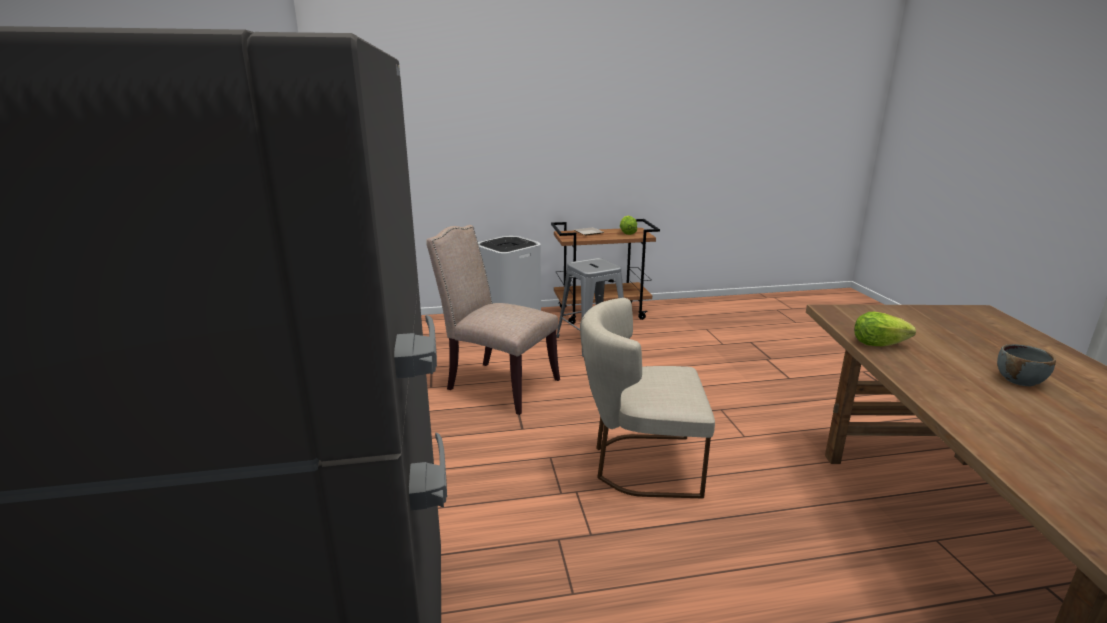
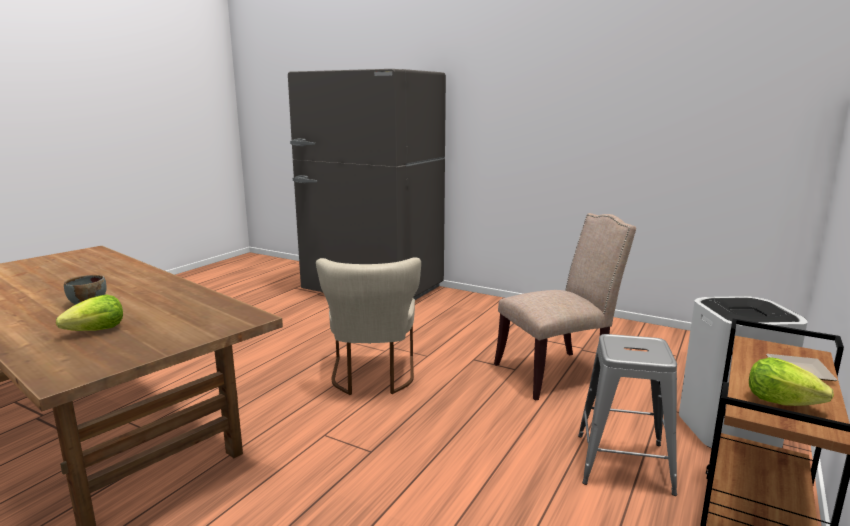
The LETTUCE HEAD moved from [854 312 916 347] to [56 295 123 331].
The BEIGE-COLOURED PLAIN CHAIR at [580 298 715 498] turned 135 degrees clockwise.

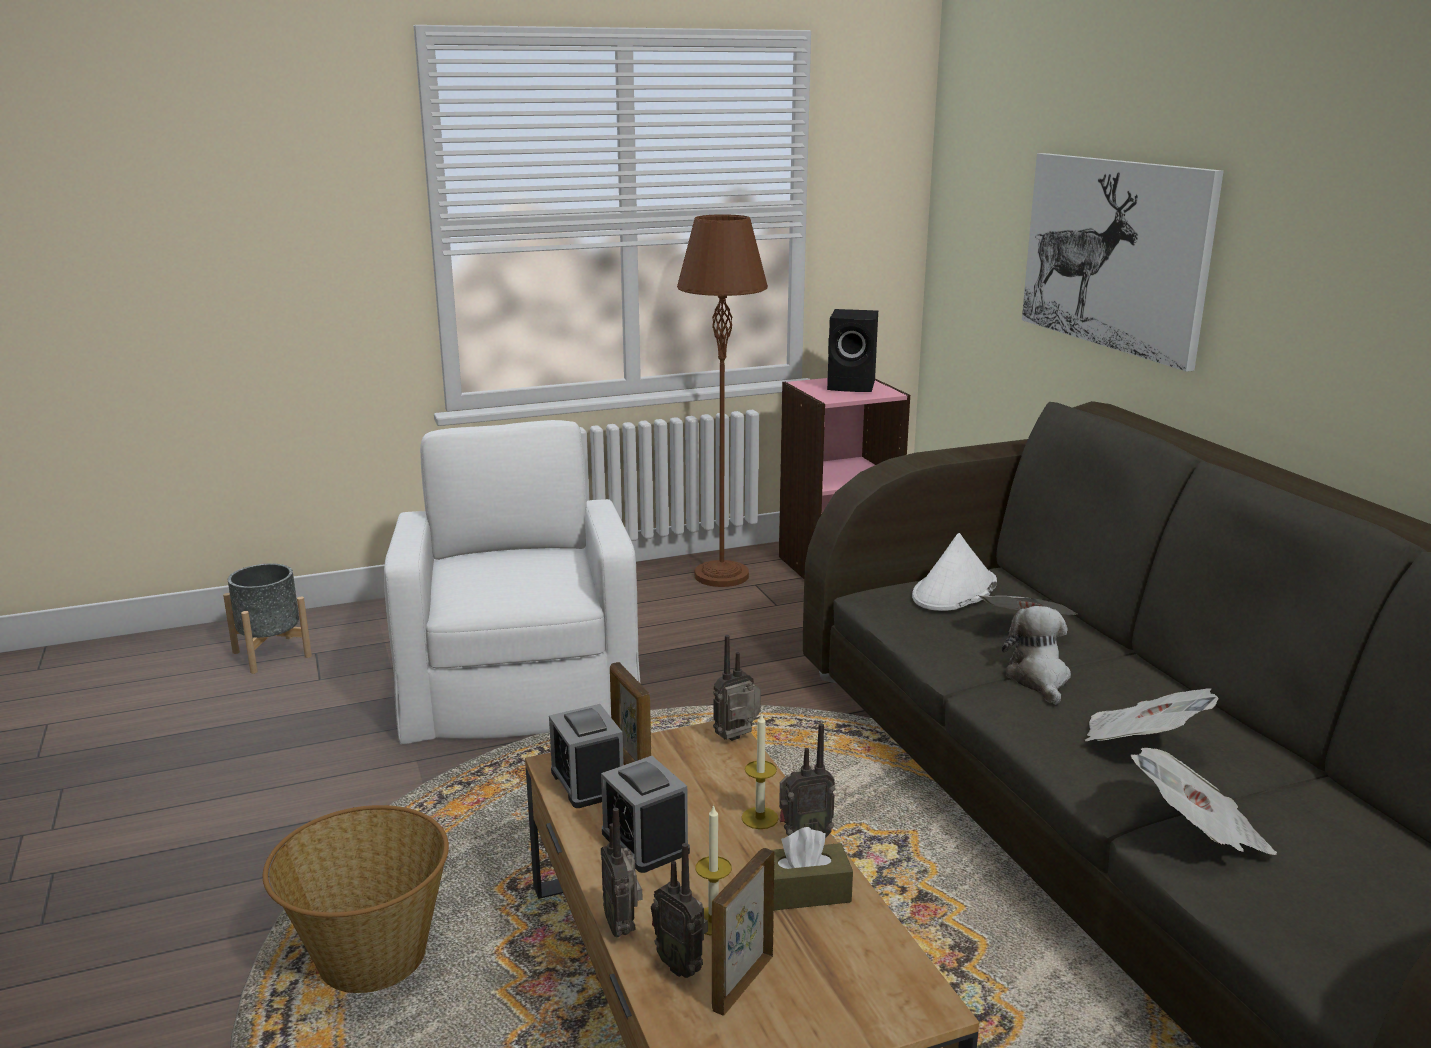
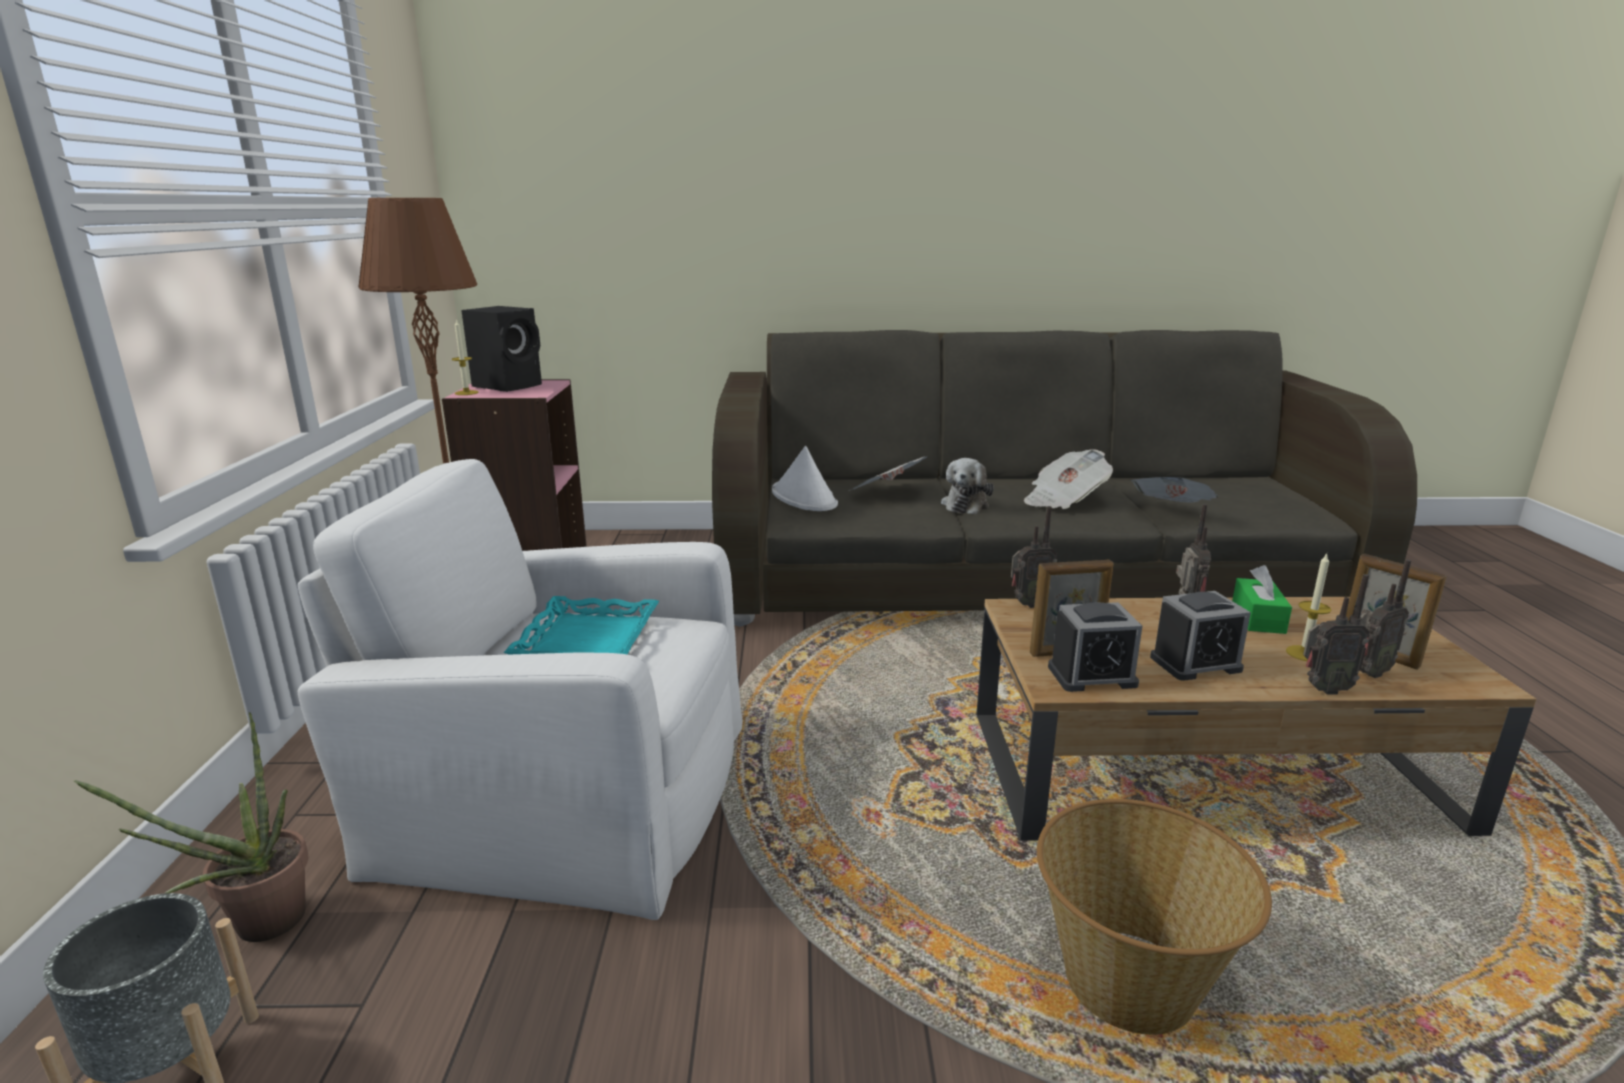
The HOUSEPLANT at [73 712 309 942] appeared.
The WAX LIGHT moved from [741 712 779 829] to [452 319 478 395].
The TURQUOISE-COLOURED CARRYING TRAY at [504 596 659 654] appeared.
The PLUSH TOY at [1002 606 1071 705] turned 90 degrees counterclockwise.
The RADIO SET at [713 635 761 741] turned 90 degrees counterclockwise.
The BROWNISH BOX OF TISSUES at [758 827 853 910] became the GREENISH BOX OF TISSUES at [1232 565 1292 634].
The PICTURE at [1022 153 1224 372] disappeared.

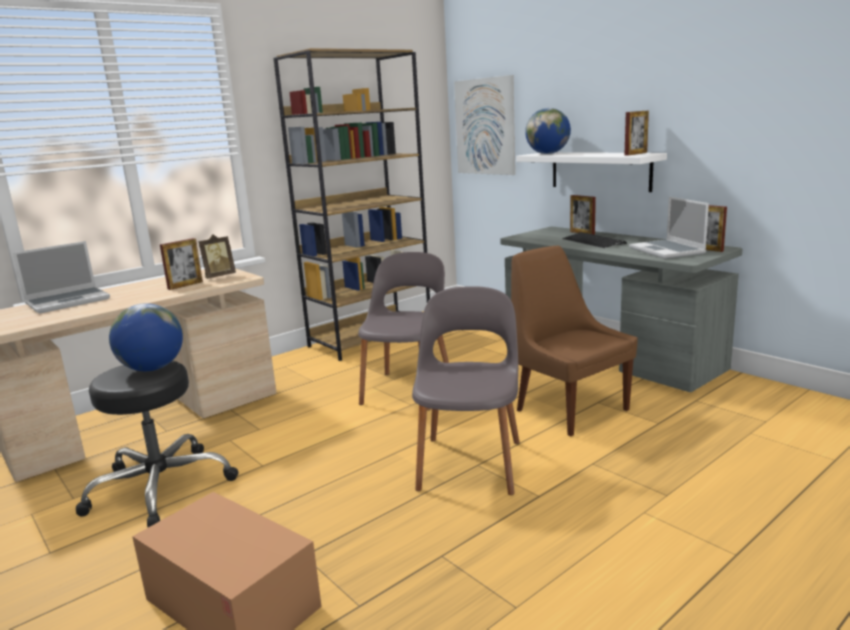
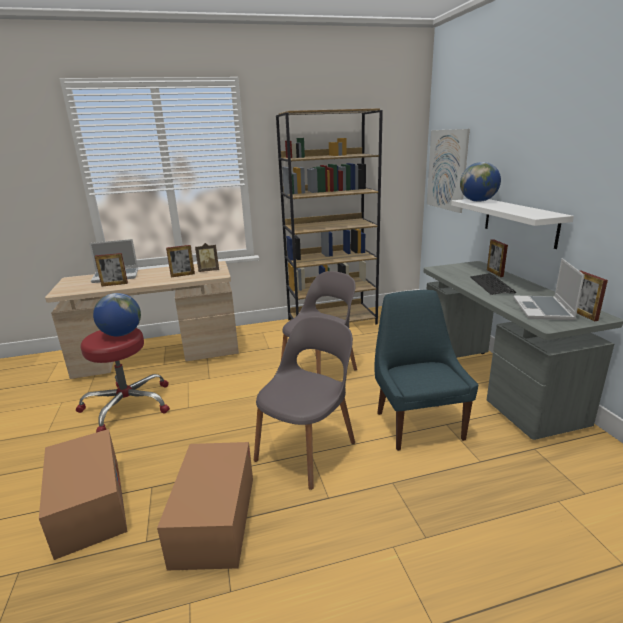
The BLACK-COLOURED STOOL SEAT at [76 361 239 527] became the RED STOOL SEAT at [76 328 170 433].
The STANDING FRAME moved from [625 111 649 156] to [95 253 128 287].
The CARTON at [157 442 253 570] appeared.
The BROWNISH PLAIN CHAIR at [511 246 638 436] became the BLUISH PLAIN CHAIR at [374 290 479 451].

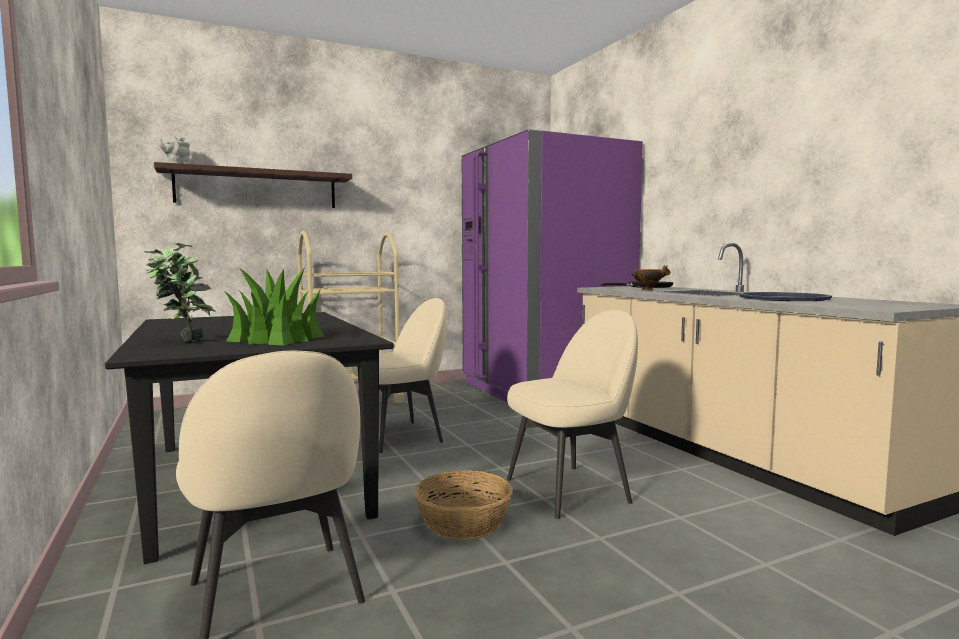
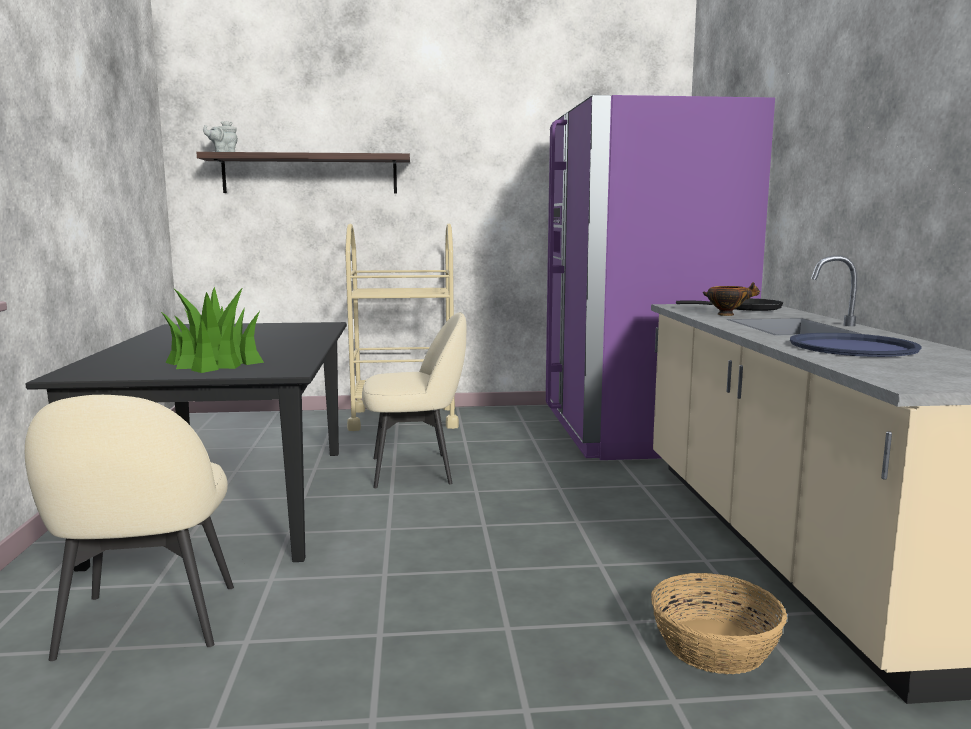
The HOUSEHOLD BASKET moved from [415 470 513 540] to [651 573 787 674].
The HOUSEPLANT at [144 243 215 342] disappeared.
The BEIGE-COLOURED PLAIN CHAIR at [507 310 638 519] disappeared.

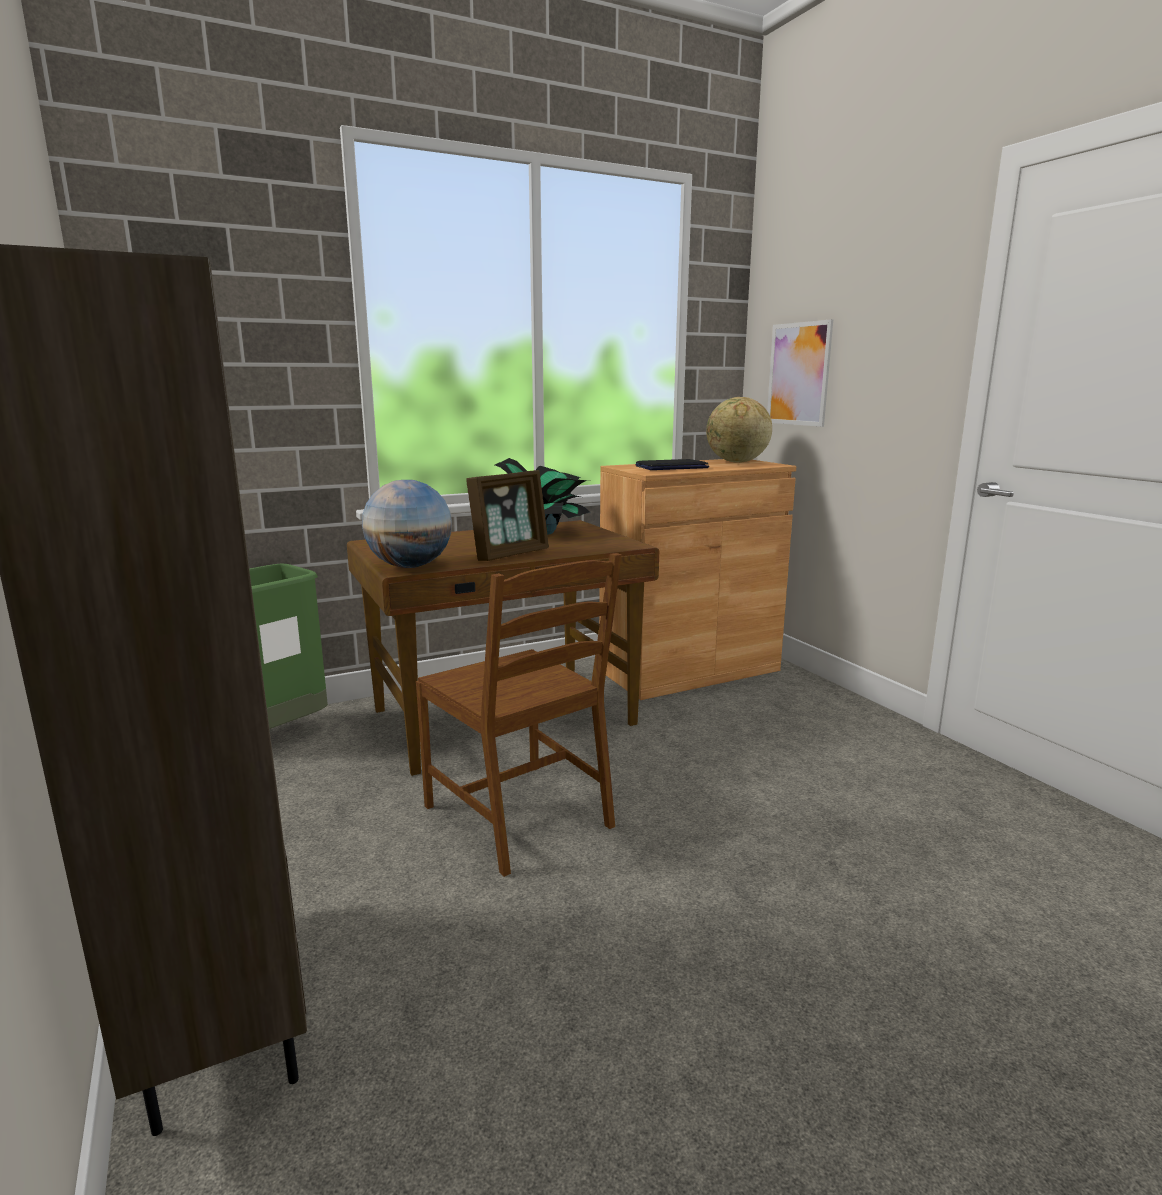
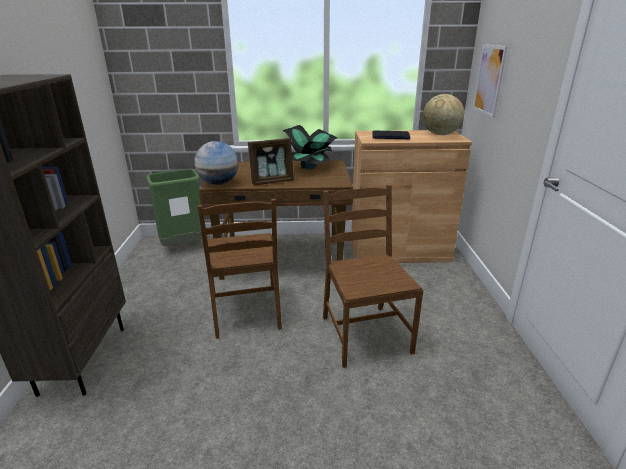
The BROWNISH PLAIN CHAIR at [323 184 423 368] appeared.

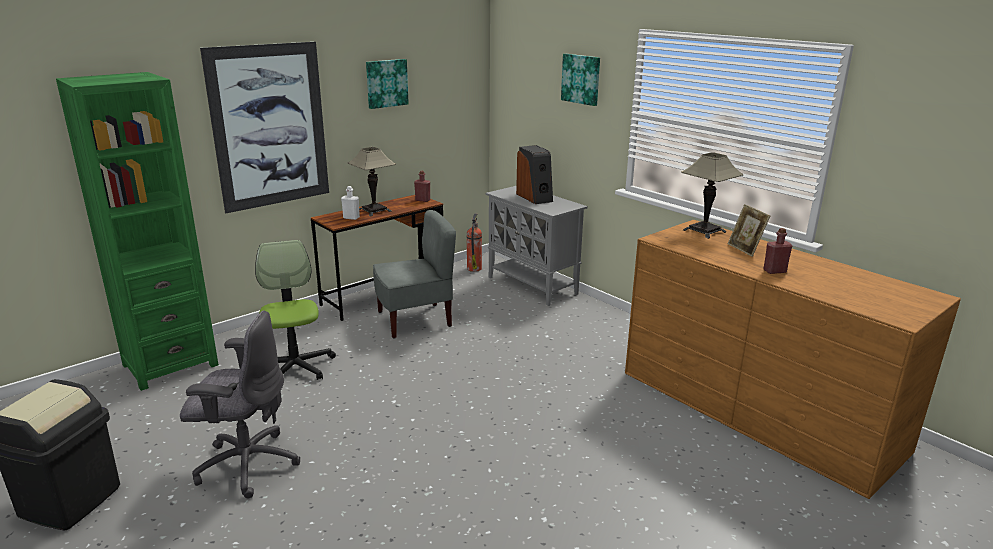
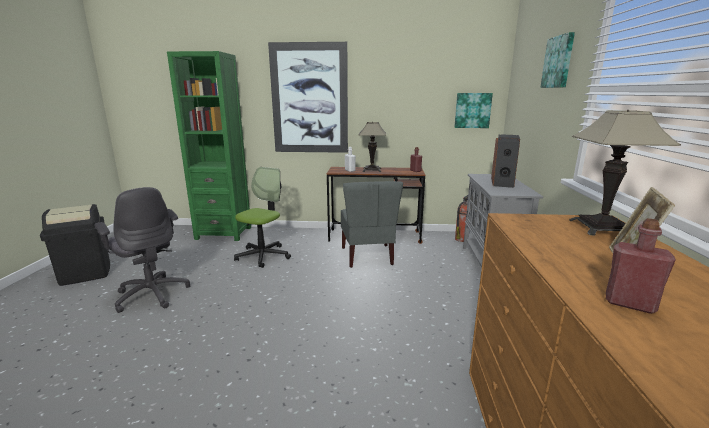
The GRAY PLAIN CHAIR at [373 210 456 339] turned 60 degrees clockwise.
The PICTURE moved from [366 59 409 109] to [454 93 493 128].

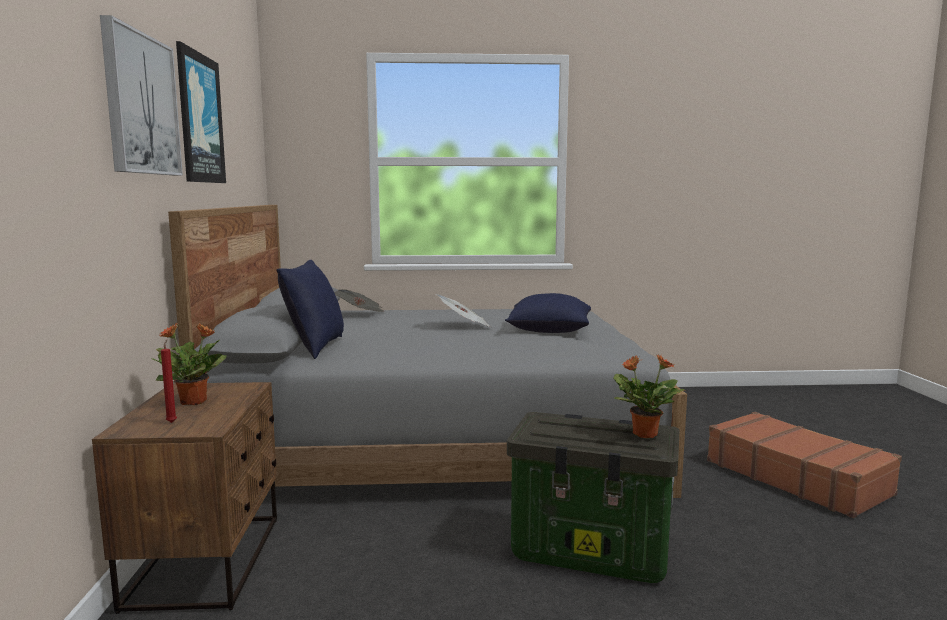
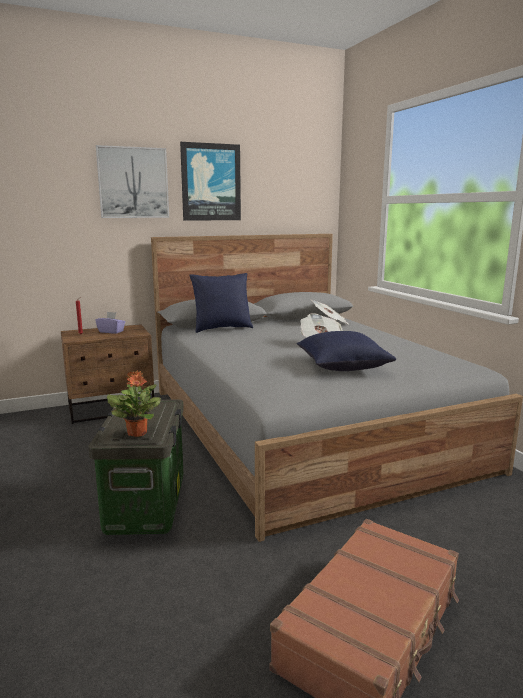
The HOUSEPLANT at [151 323 227 405] was replaced by the PURPLE BOX OF TISSUES at [95 312 125 334].

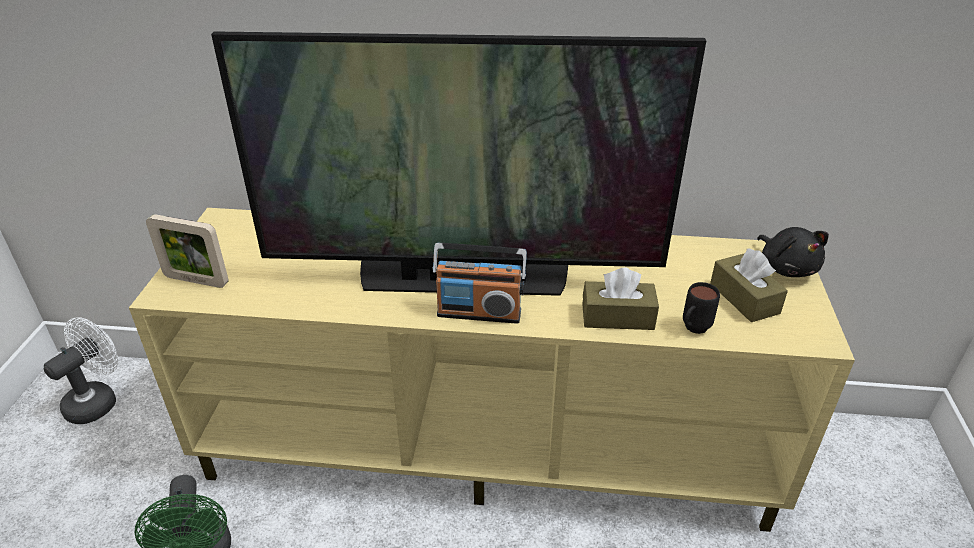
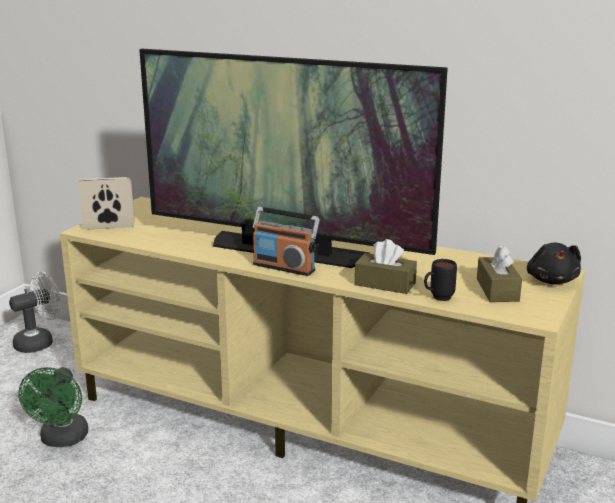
The STANDING FRAME at [146 214 229 288] turned 135 degrees clockwise.

